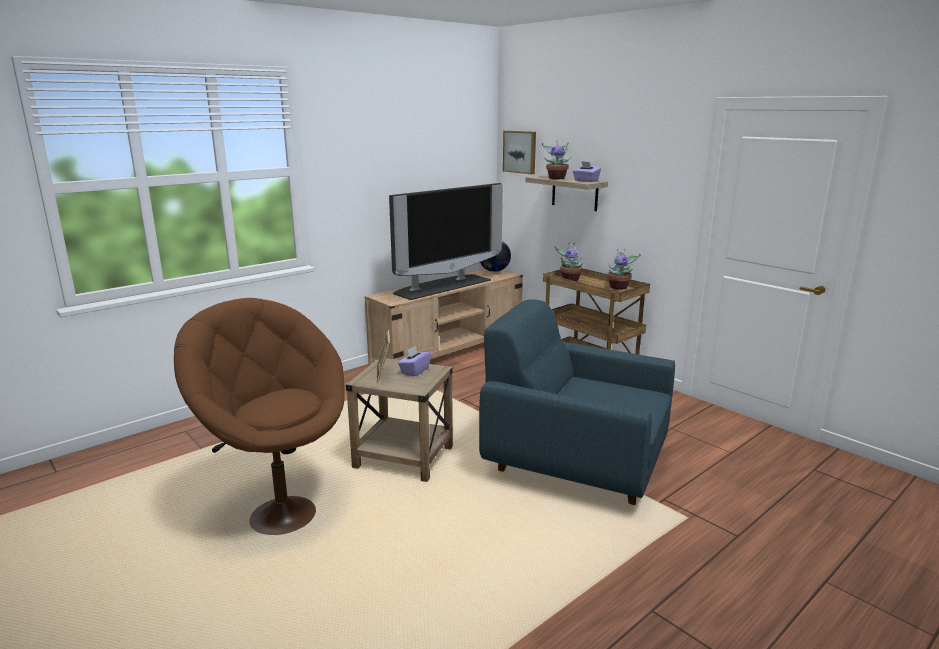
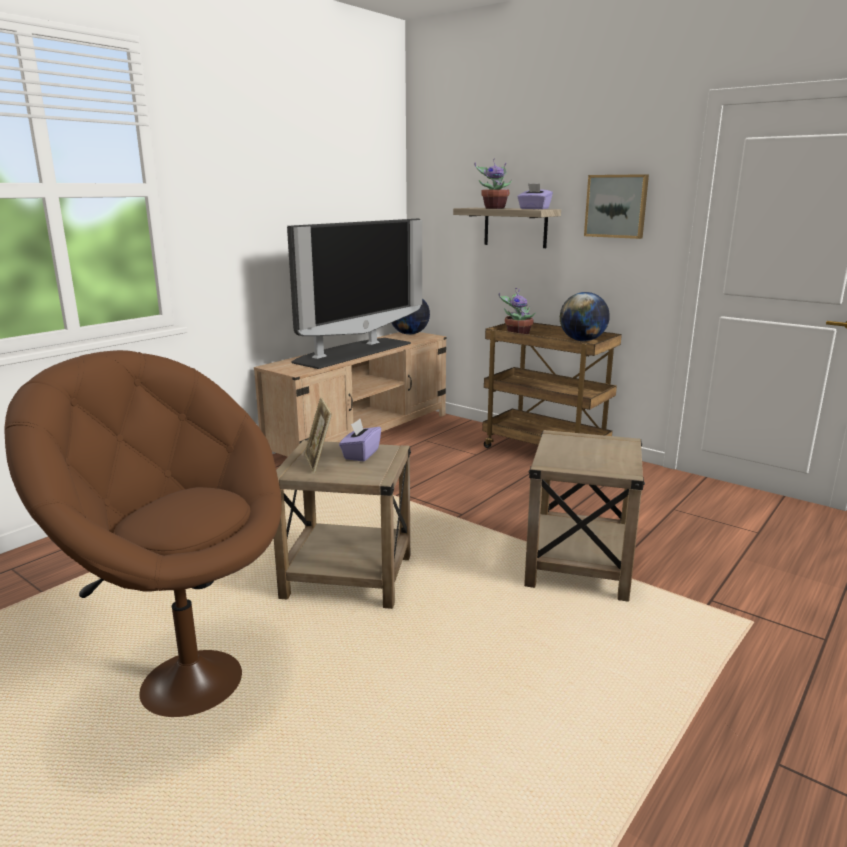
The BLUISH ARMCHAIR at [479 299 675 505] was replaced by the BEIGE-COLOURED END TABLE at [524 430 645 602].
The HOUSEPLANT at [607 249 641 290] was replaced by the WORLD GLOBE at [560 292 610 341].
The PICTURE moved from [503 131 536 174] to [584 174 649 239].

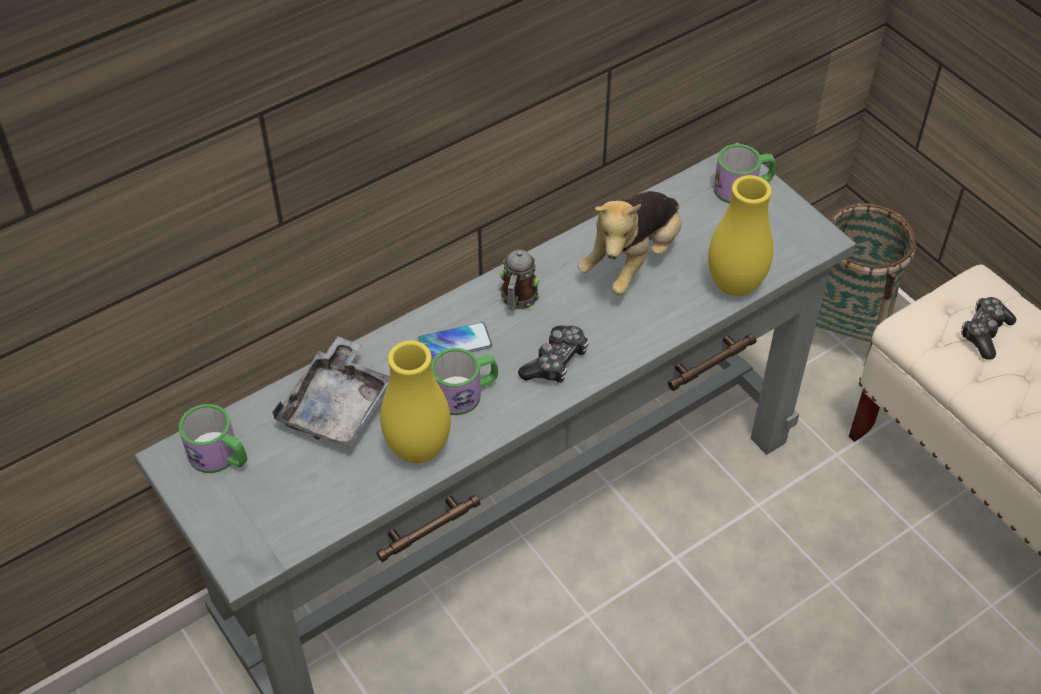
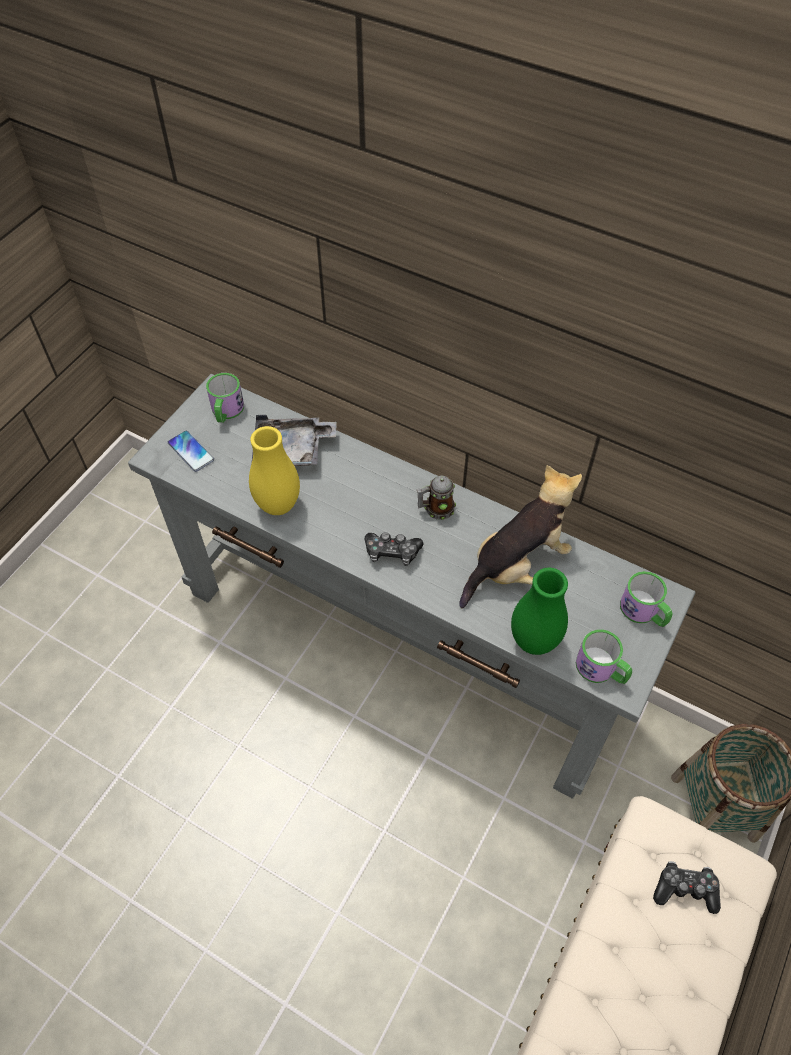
The HANDSET moved from [418 322 492 361] to [168 431 214 472].
The PLUSH TOY at [578 191 682 295] turned 135 degrees clockwise.
The YELLOW VASE at [708 175 773 296] became the GREENISH VASE at [511 568 568 655].
The COFFEE MUG moved from [431 348 498 415] to [576 629 632 684].

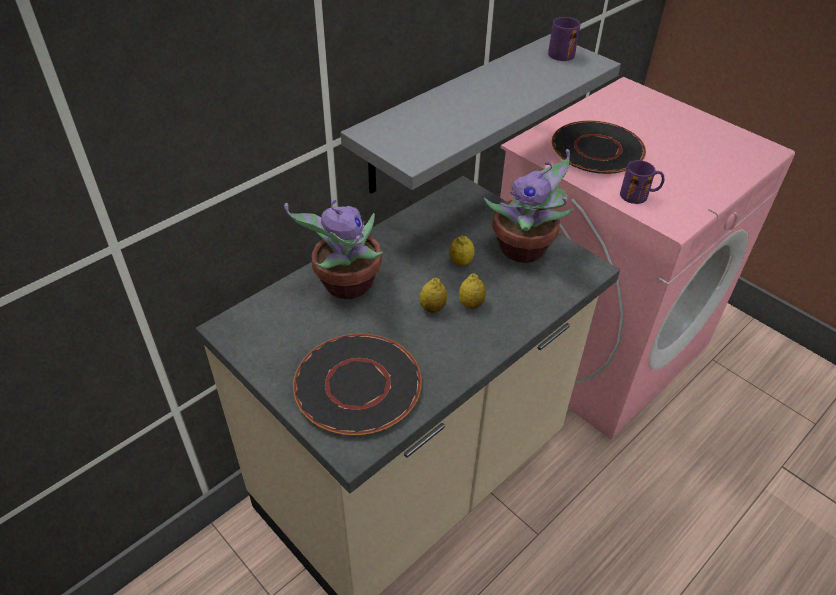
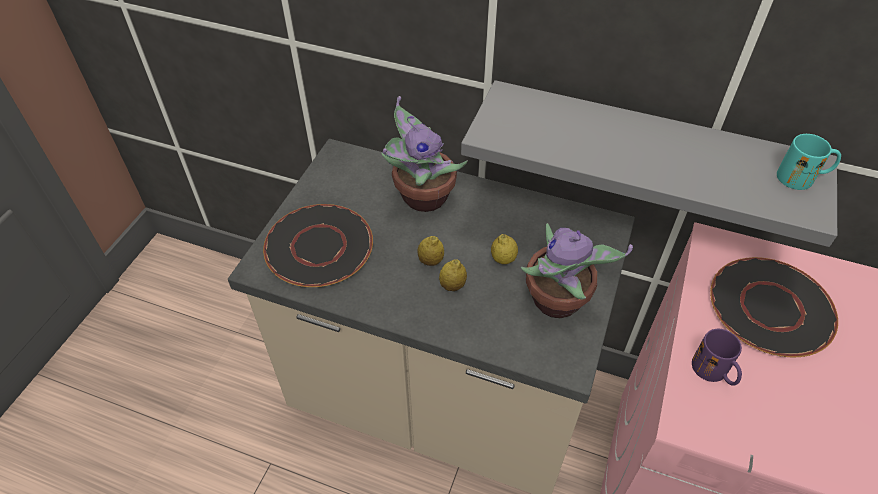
The PURPLE COFFEE MUG at [548 17 580 61] became the TURQUOISE-COLOURED COFFEE MUG at [777 134 841 190].

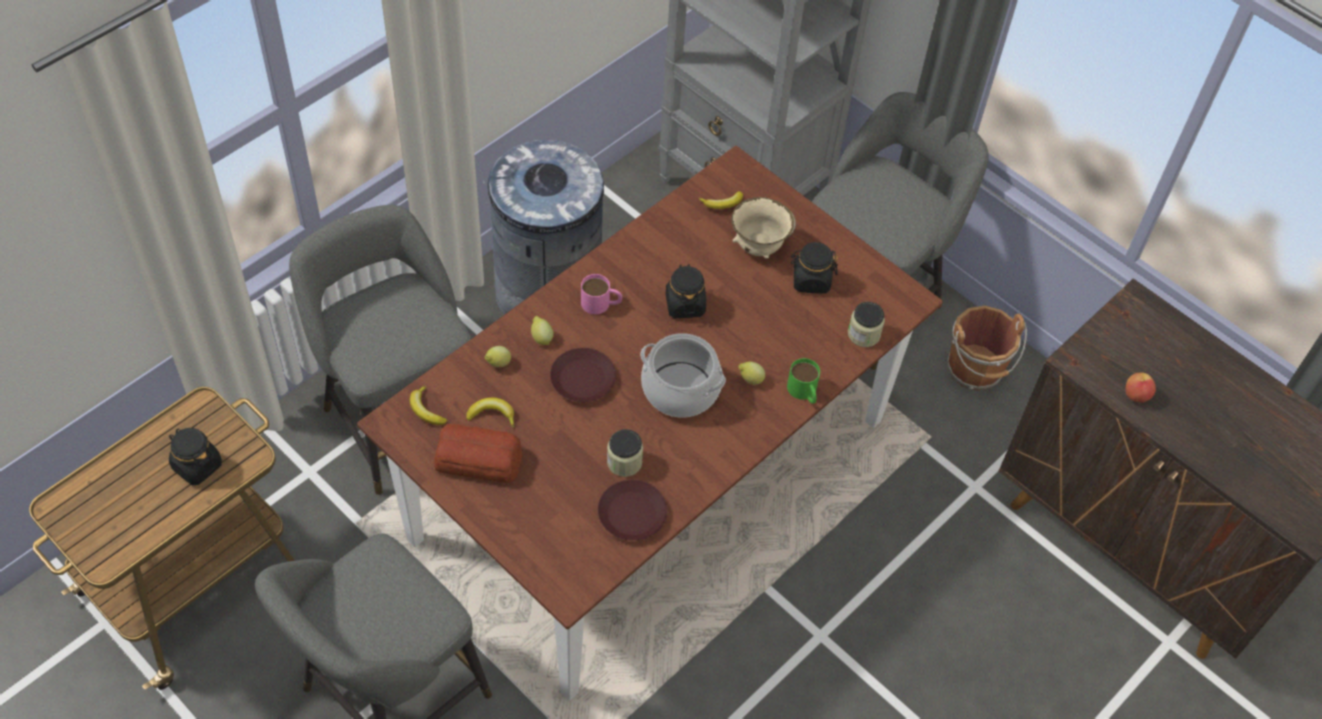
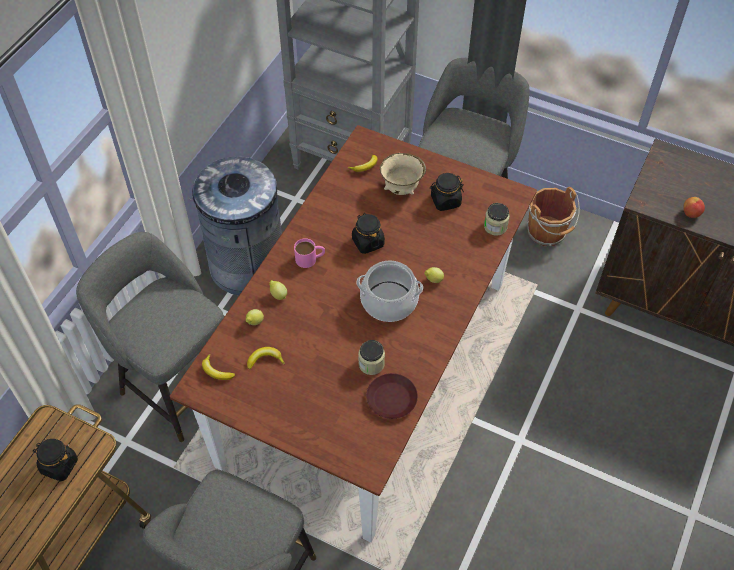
The BREAD at [434 424 523 483] disappeared.
The BROWNISH DINNER PLATE at [550 348 616 402] disappeared.
The GREENISH COFFEE MUG at [787 358 820 404] disappeared.

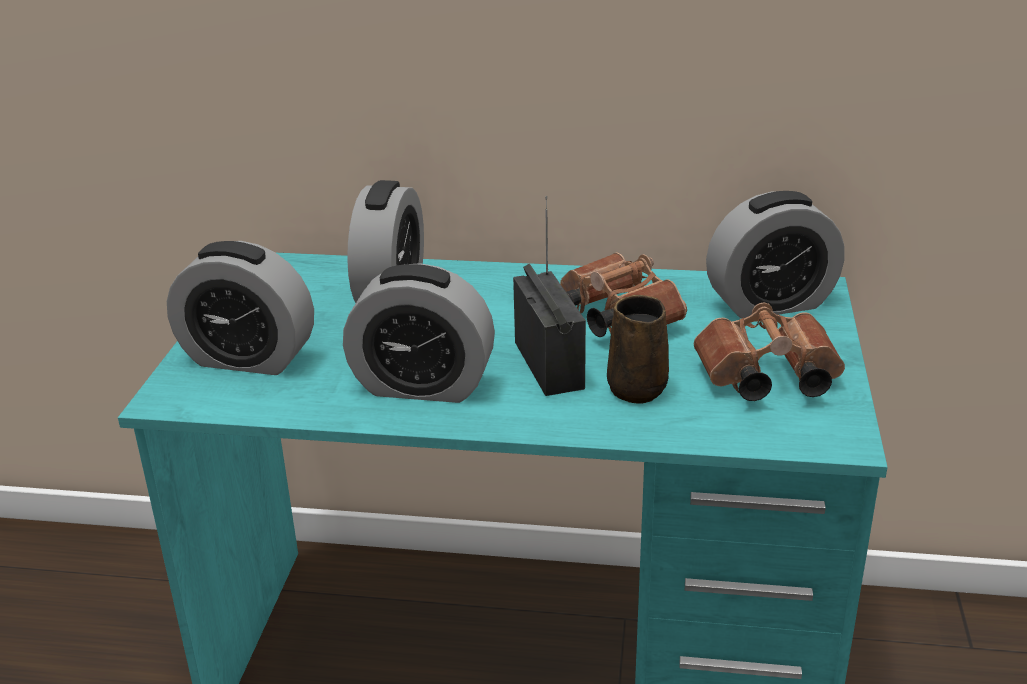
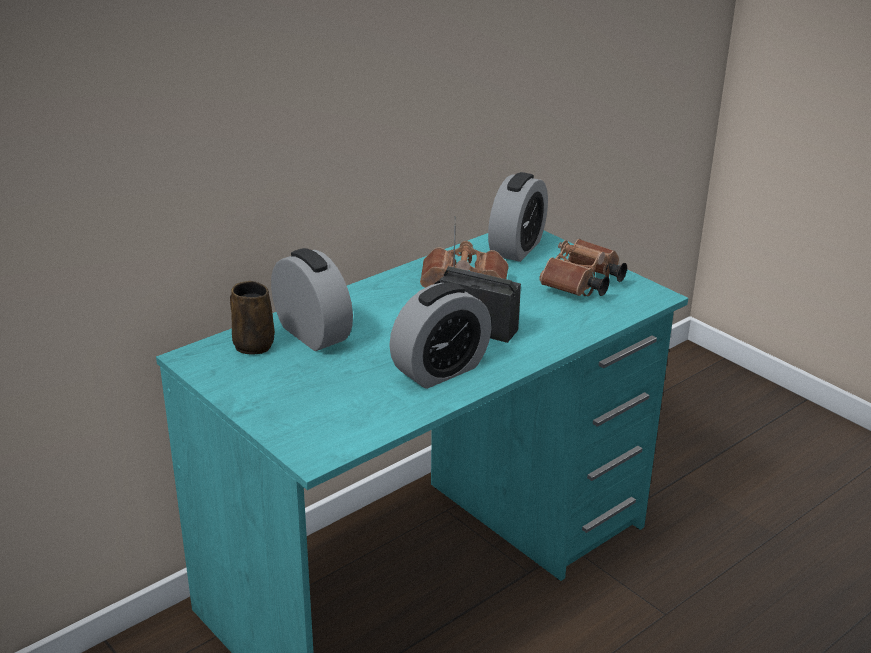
The BROWNISH COFFEE MUG moved from [607 295 669 404] to [230 281 275 355].
The BEDSIDE CLOCK at [167 241 314 375] disappeared.

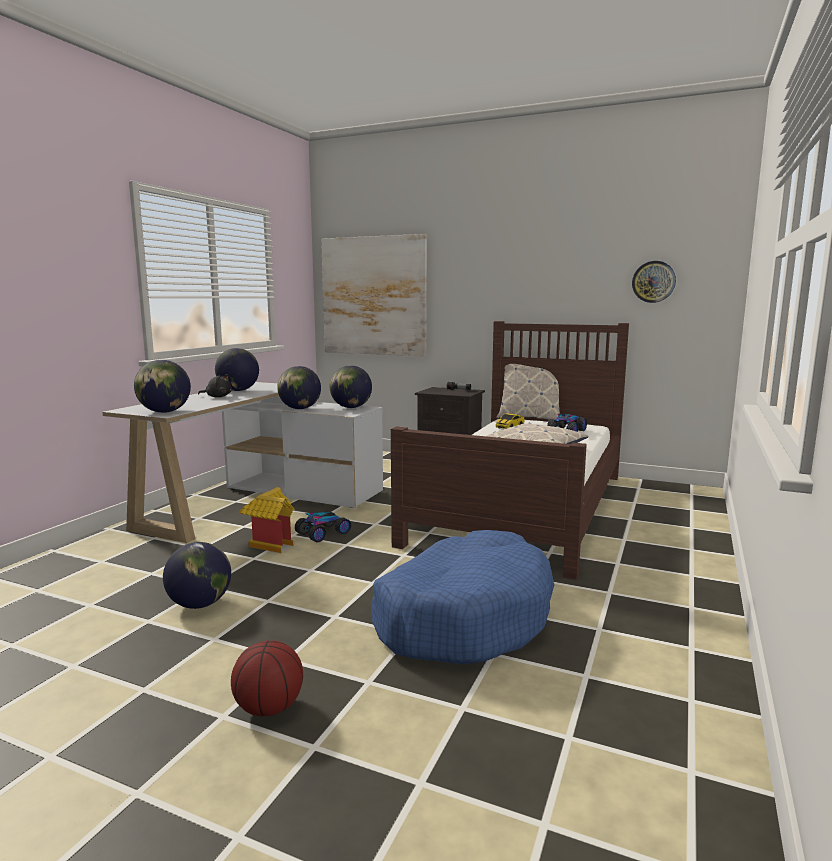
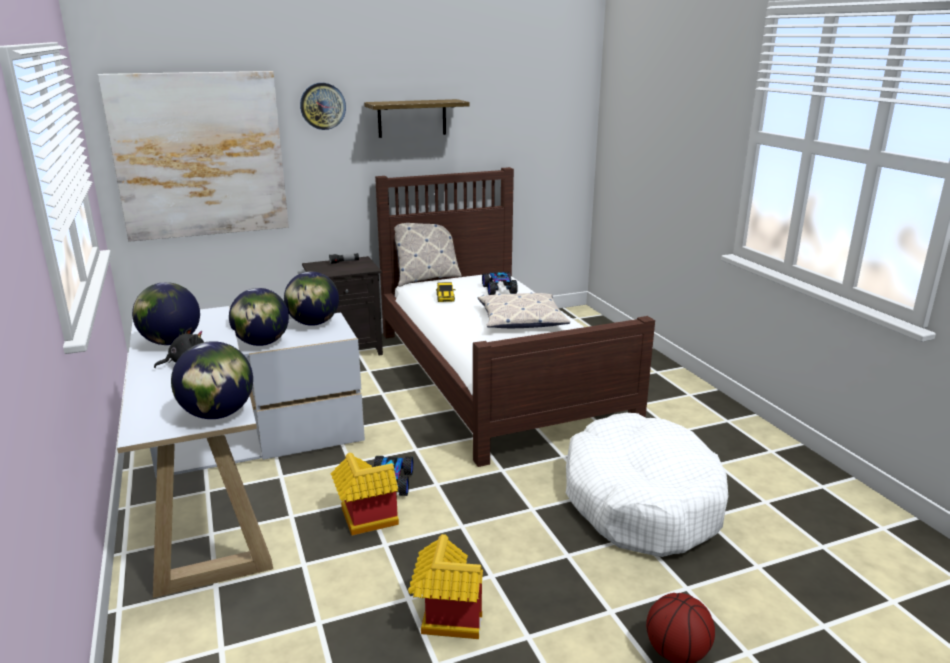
The CLOCK ON THE WALL moved from [632 261 676 303] to [300 83 346 130].
The BRACKET SHELF at [364 99 470 138] appeared.
The WORLD GLOBE at [163 542 231 609] was replaced by the MODEL HOUSE at [408 534 483 639].
The BLUISH DOG BED at [371 530 554 664] became the WHITE-COLOURED DOG BED at [566 413 728 557].

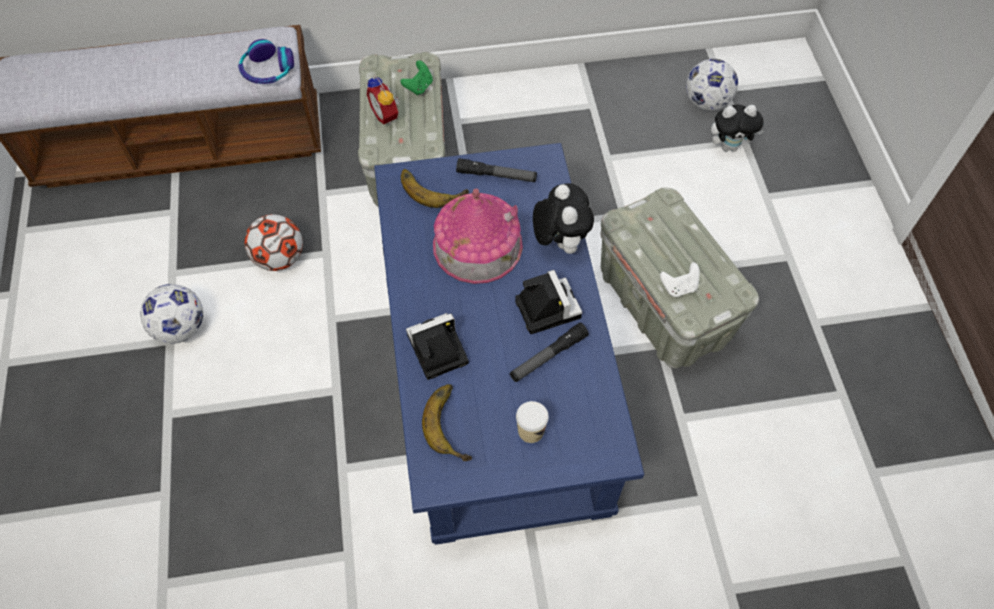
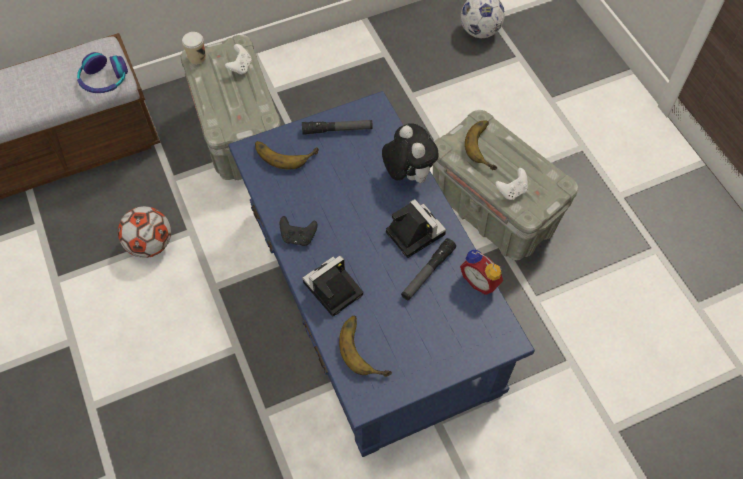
The DRINKING CUP moved from [516 401 549 443] to [182 32 206 64].
The GREENISH GAME CONTROLLER at [400 60 433 95] became the WHITE-COLOURED GAME CONTROLLER at [225 44 252 75].
The BLACK-COLOURED GAME CONTROLLER at [280 216 318 246] appeared.
The BEDSIDE CLOCK moved from [367 76 400 125] to [460 250 503 295].
The BANANA FRUIT at [465 121 497 170] appeared.
The FOOTBALL at [140 284 203 344] disappeared.
The MODEL HOUSE at [433 189 523 284] disappeared.
The PLUSH TOY at [711 104 764 152] disappeared.

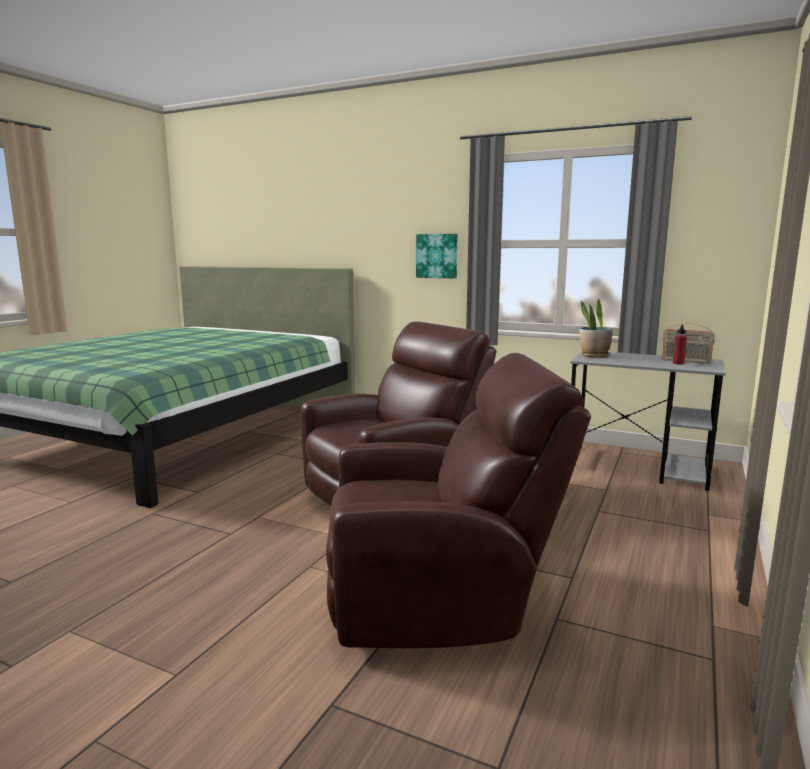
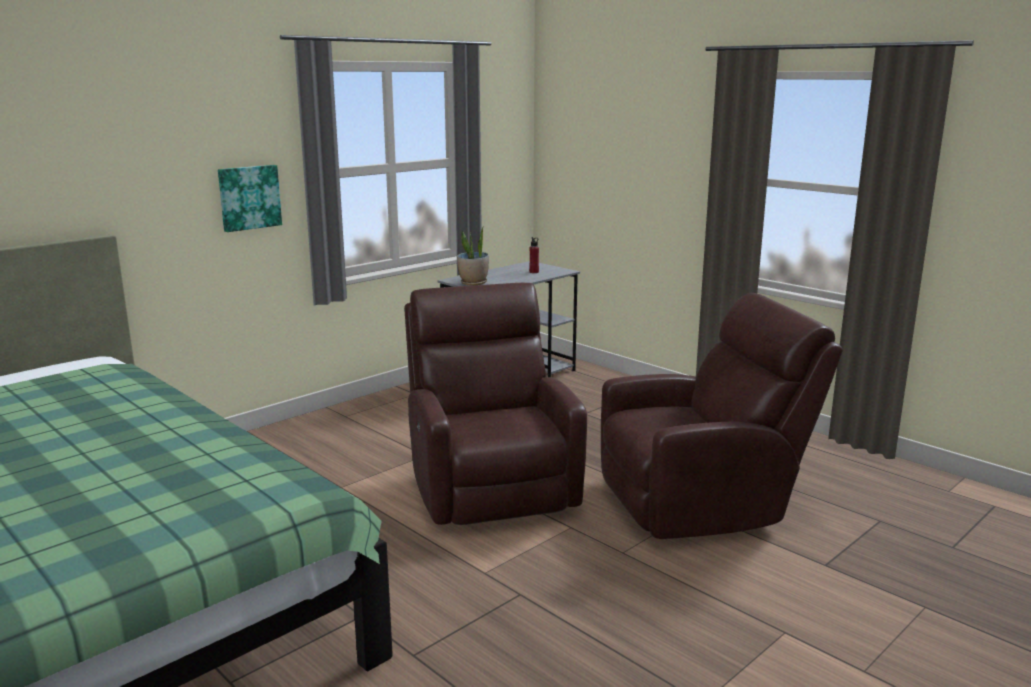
The BROWNISH ARMCHAIR at [326 353 591 648] turned 60 degrees clockwise.
The RADIO SET at [662 323 715 364] disappeared.

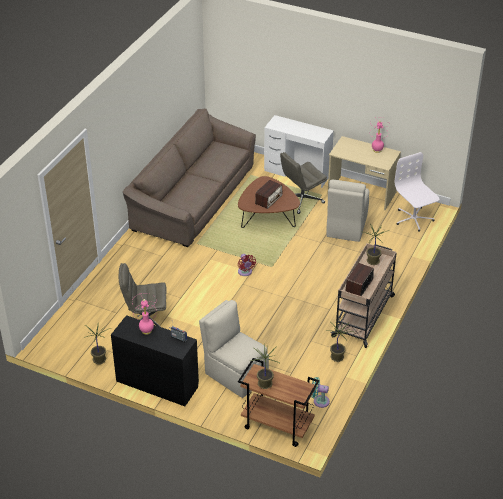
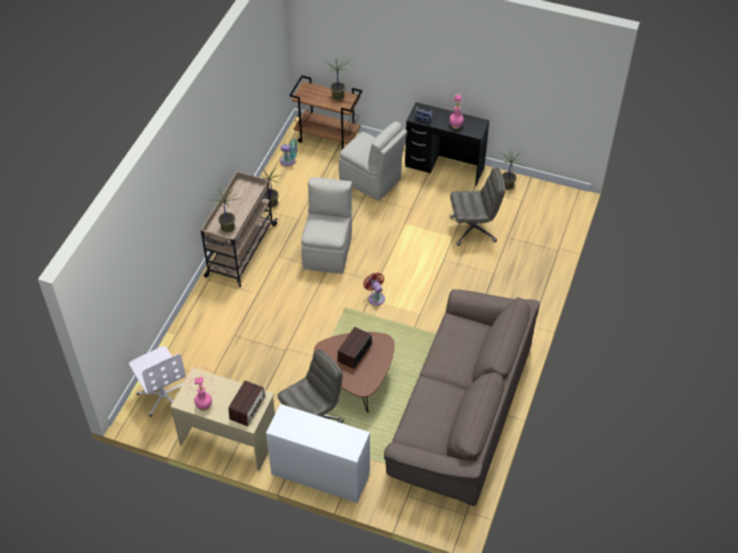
The RADIO SET moved from [345 263 374 296] to [229 380 265 426].
The BEIGE-COLOURED PLAIN CHAIR moved from [326 179 369 242] to [301 177 352 274].

